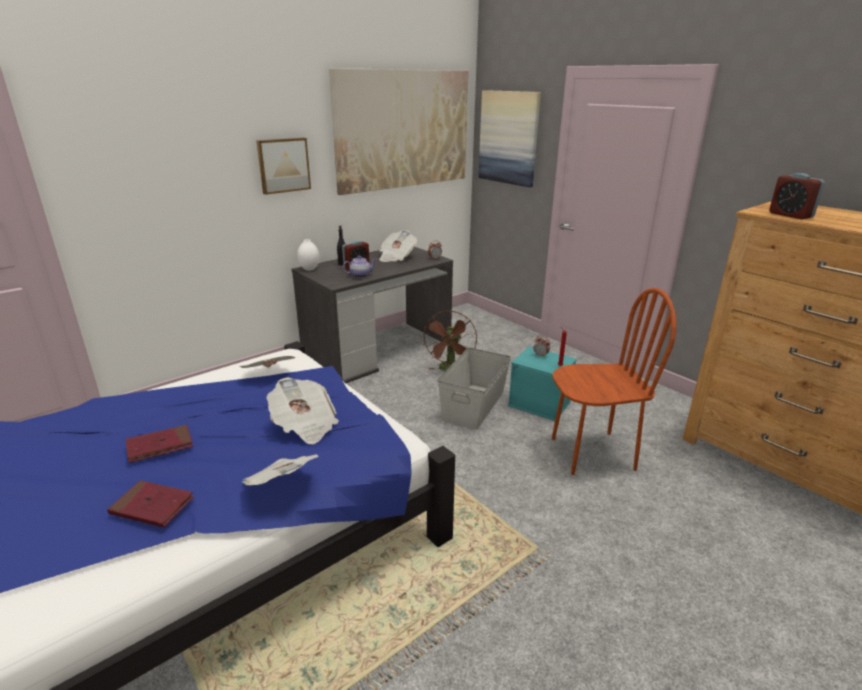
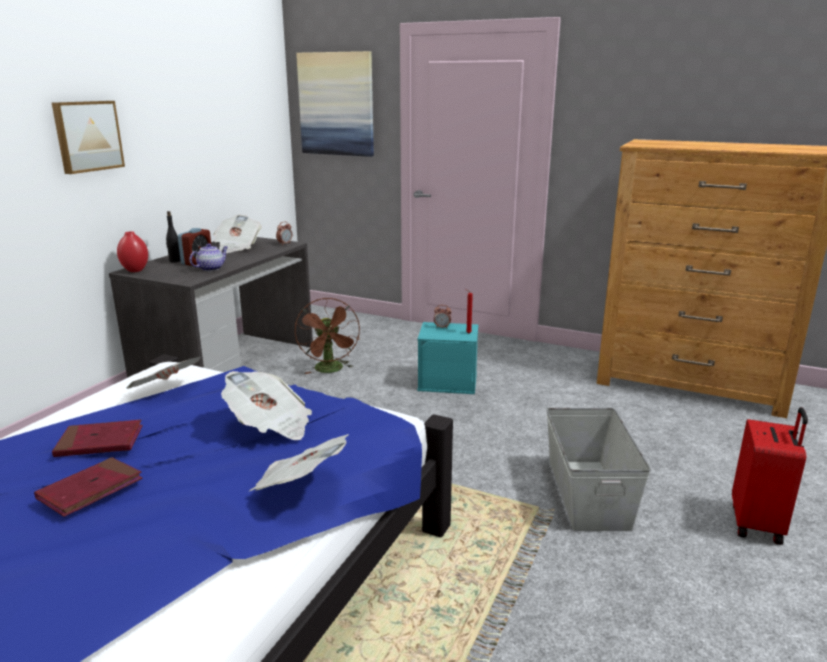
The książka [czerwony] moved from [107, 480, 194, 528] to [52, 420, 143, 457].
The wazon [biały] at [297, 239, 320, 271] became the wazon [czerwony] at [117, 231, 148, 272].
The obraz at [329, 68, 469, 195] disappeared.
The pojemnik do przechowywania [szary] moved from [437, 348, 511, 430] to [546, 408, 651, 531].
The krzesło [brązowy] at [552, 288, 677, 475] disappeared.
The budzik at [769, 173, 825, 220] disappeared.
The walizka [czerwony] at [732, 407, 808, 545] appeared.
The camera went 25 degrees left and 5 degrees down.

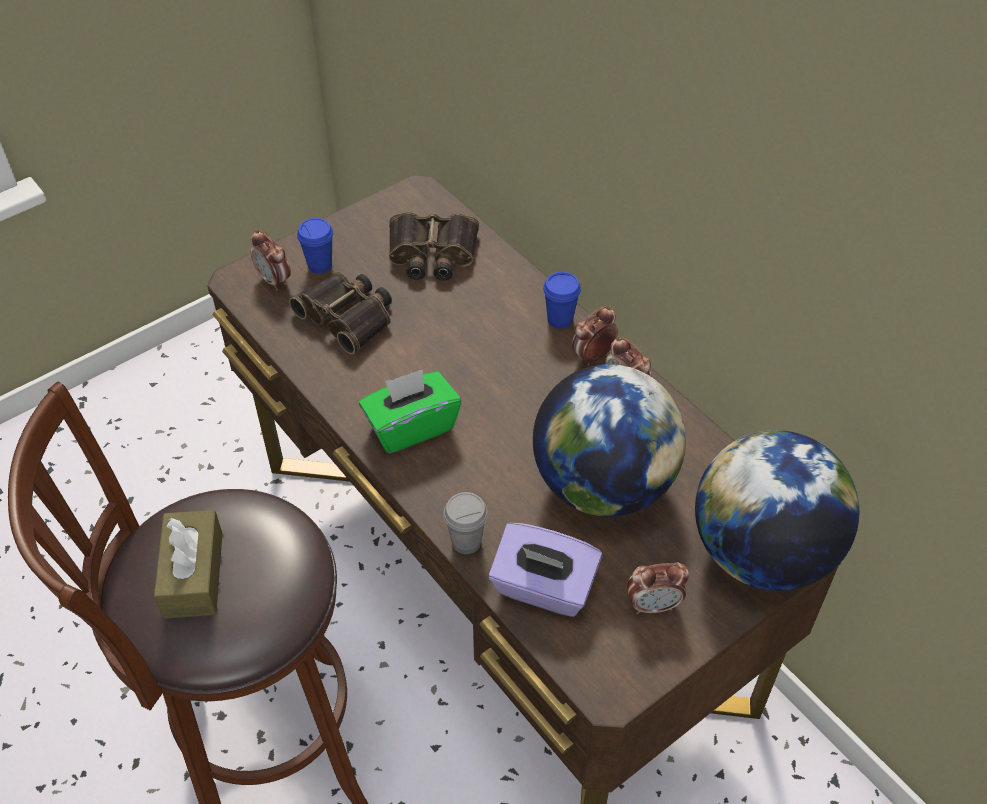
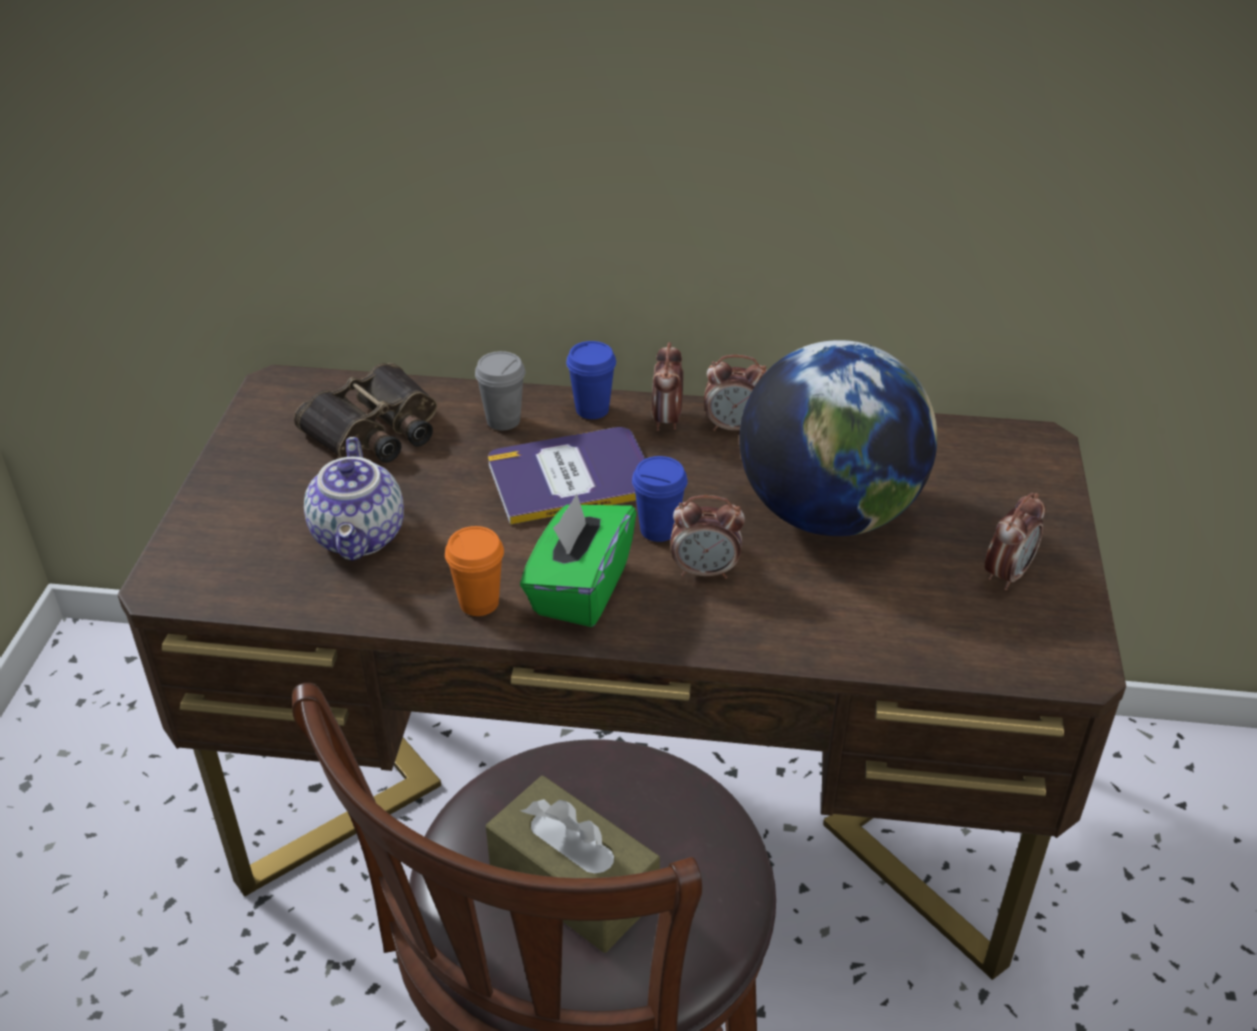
The budzik moved from [250, 229, 291, 290] to [671, 495, 745, 579].
The lornetka at [289, 271, 392, 354] was replaced by the imbryk at [304, 437, 404, 561].
The filiżanka [niebieski] moved from [297, 218, 333, 274] to [632, 456, 688, 542].
The filiżanka [szary] moved from [443, 492, 488, 554] to [475, 351, 525, 430].
The pudełko chusteczek [fioletowy] at [489, 522, 602, 617] disappeared.
The globus at [695, 430, 859, 591] disappeared.
The filiżanka [pomarańczowy] at [445, 526, 504, 616] appeared.
The książka at [488, 427, 645, 525] appeared.
The camera went 45 degrees left and 10 degrees down.

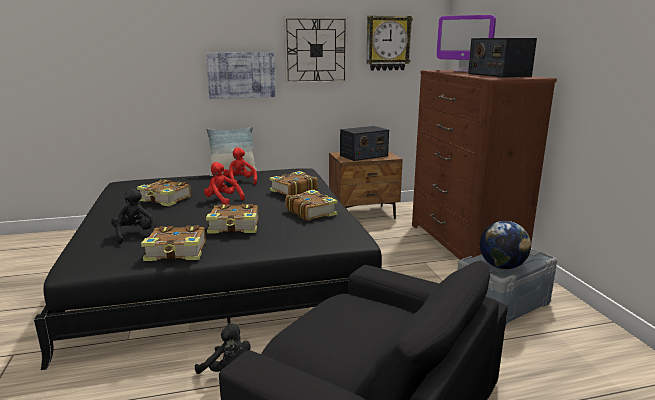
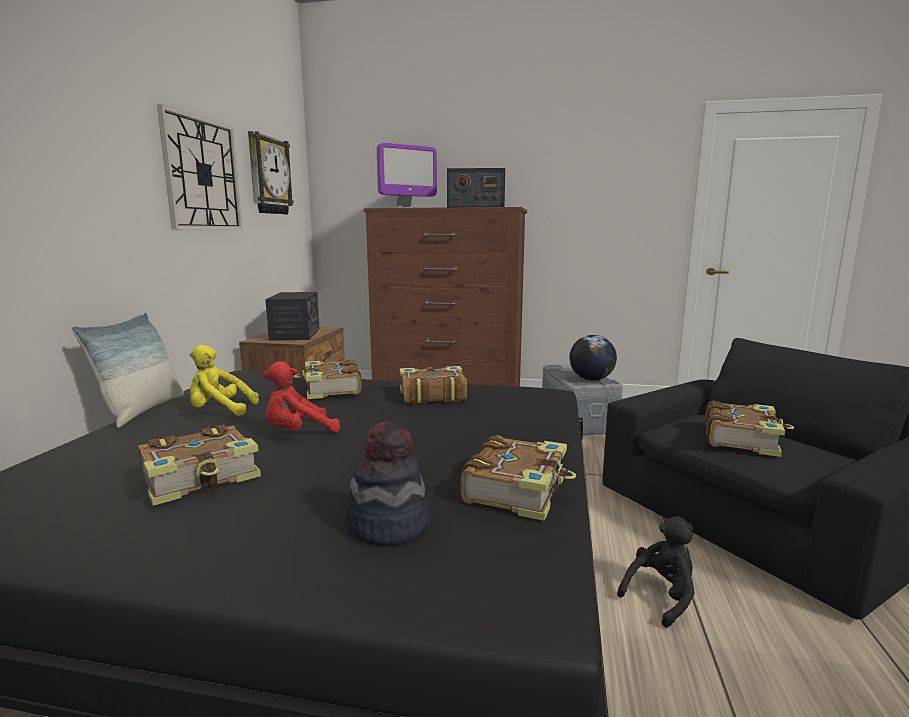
The pluszak [czarny] at [111, 188, 156, 244] was replaced by the kapelusz at [345, 421, 430, 546].
The obraz at [206, 52, 275, 99] disappeared.
The książka moved from [206, 204, 258, 233] to [705, 401, 794, 457].
The pluszak [czerwony] at [223, 147, 257, 185] became the pluszak [żółty] at [190, 345, 259, 416].
The camera went 65 degrees left and 5 degrees down.

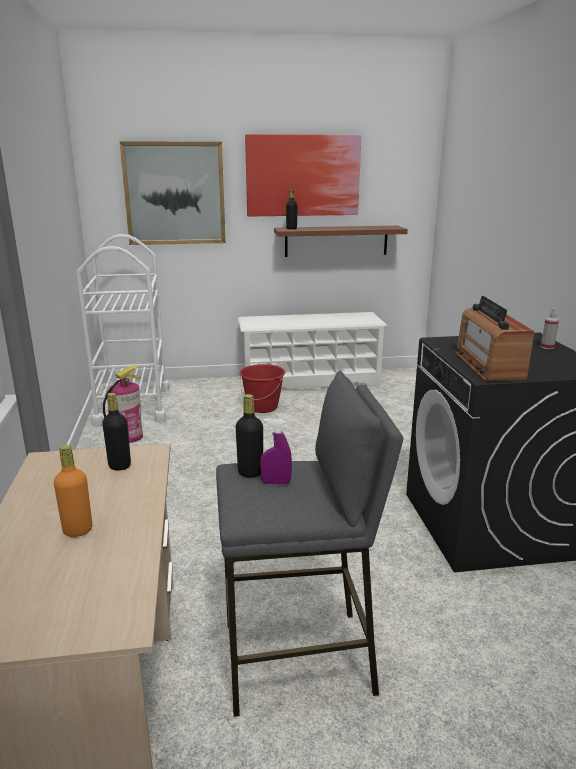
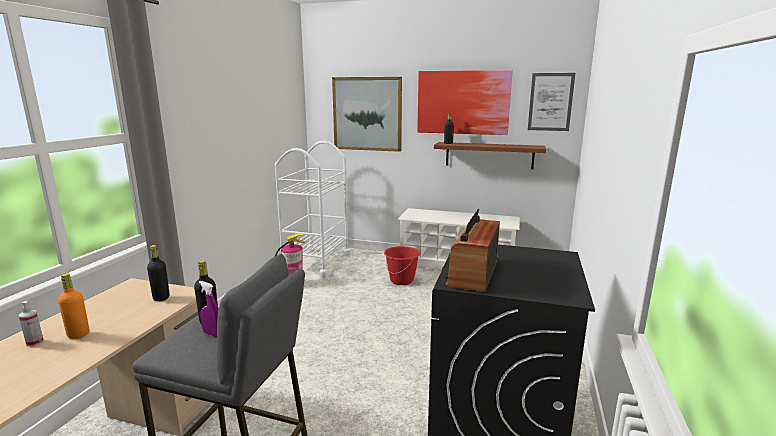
The spryskiwacz moved from [541, 308, 559, 349] to [19, 301, 44, 347].
The obraz at [528, 73, 575, 131] appeared.
The camera went 25 degrees right and 5 degrees down.

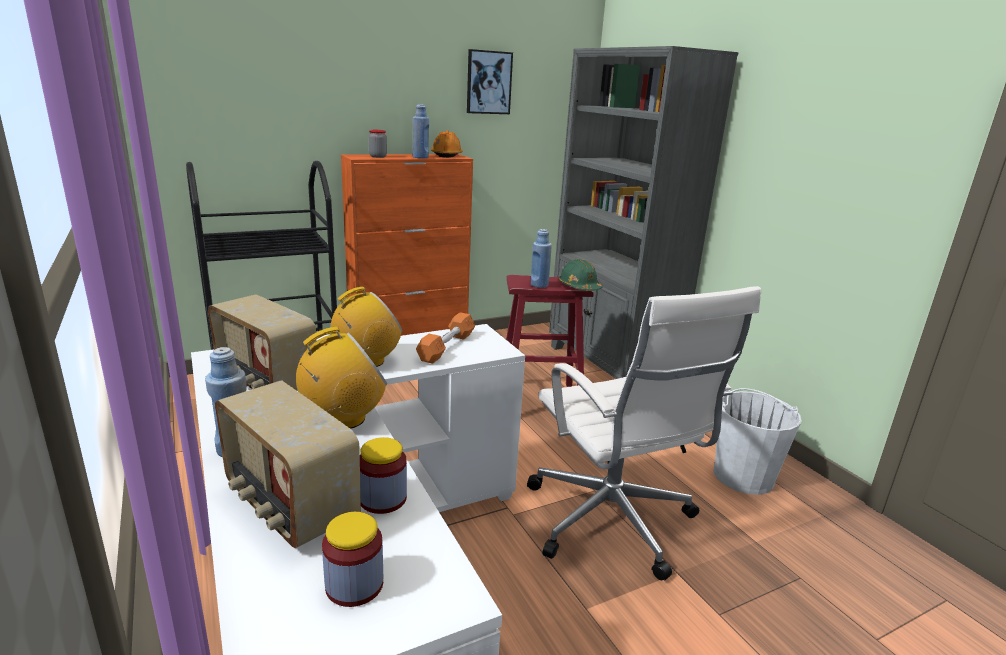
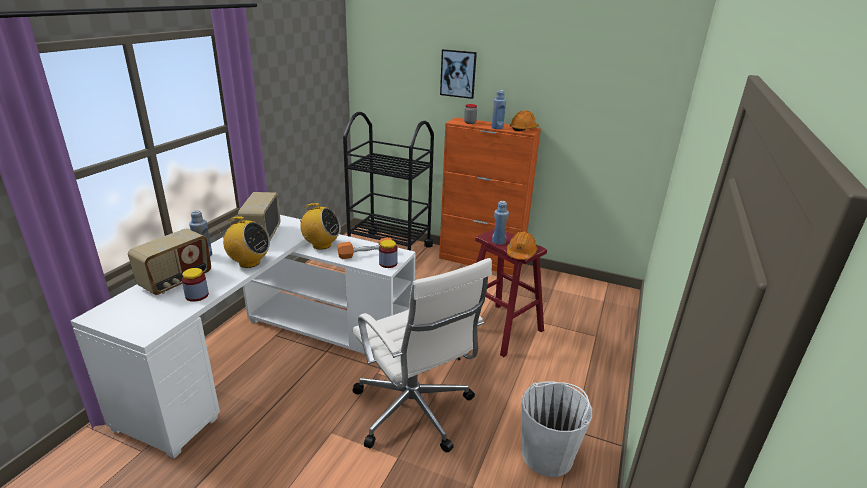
The radio at [215, 380, 361, 548] turned 150 degrees counterclockwise.
The słoik moved from [322, 512, 383, 607] to [379, 240, 398, 268].
The obraz moved from [467, 49, 513, 114] to [440, 49, 477, 99].
The krzesło biurowe [biały] at [527, 286, 762, 581] turned 60 degrees counterclockwise.
The regał [szary] at [549, 46, 739, 379] disappeared.
The kask [zielony] at [559, 259, 602, 291] became the kask [pomarańczowy] at [507, 231, 538, 260].
The camera went 50 degrees right and 5 degrees up.

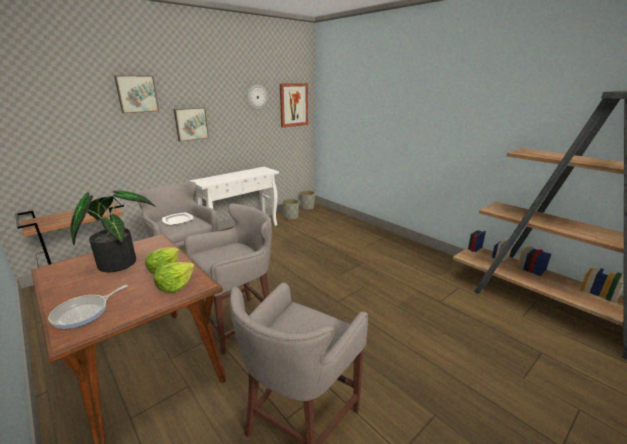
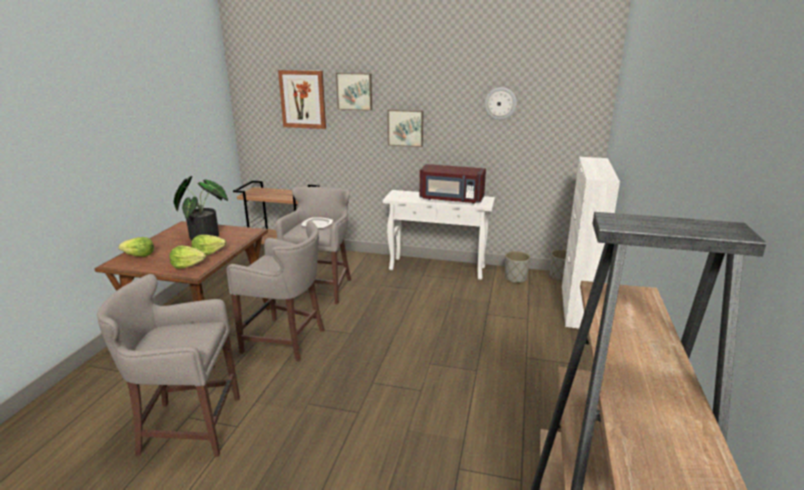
The patelnia at [48, 285, 128, 329] was replaced by the sałata at [118, 237, 154, 257].
The obraz moved from [280, 83, 308, 128] to [278, 70, 326, 129].
The mikrofalówka [czerwony] at [420, 164, 486, 204] appeared.
The szafka [biały] at [562, 157, 620, 328] appeared.
The camera went 55 degrees right and 0 degrees up.

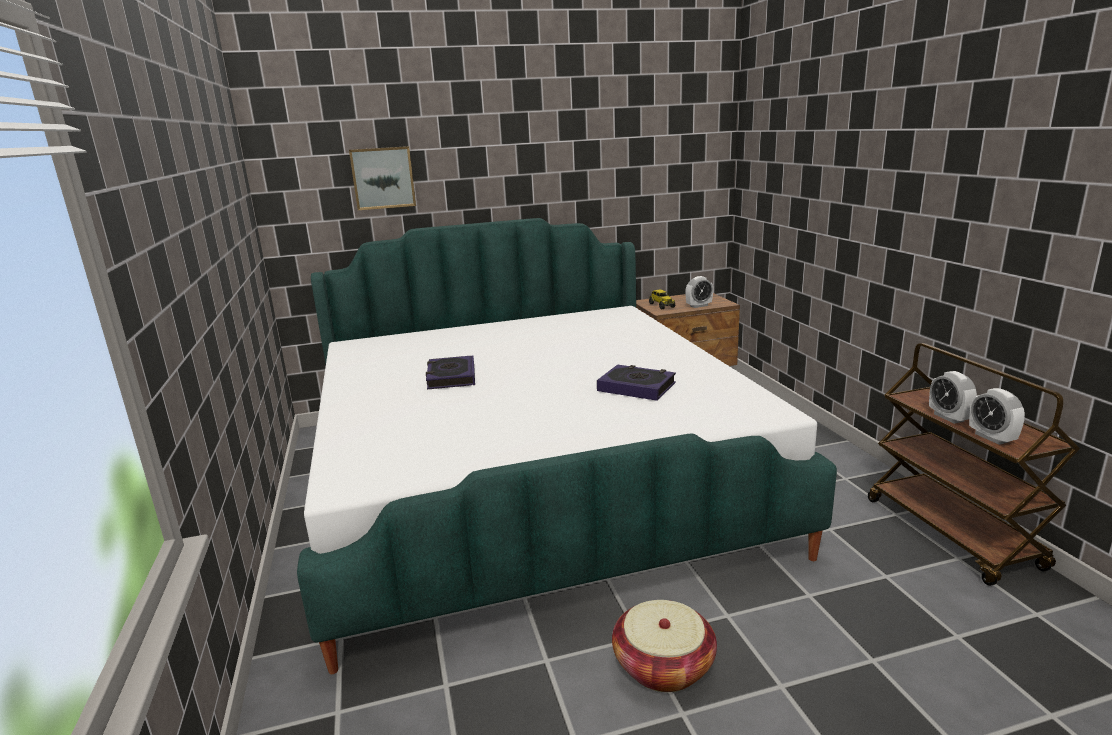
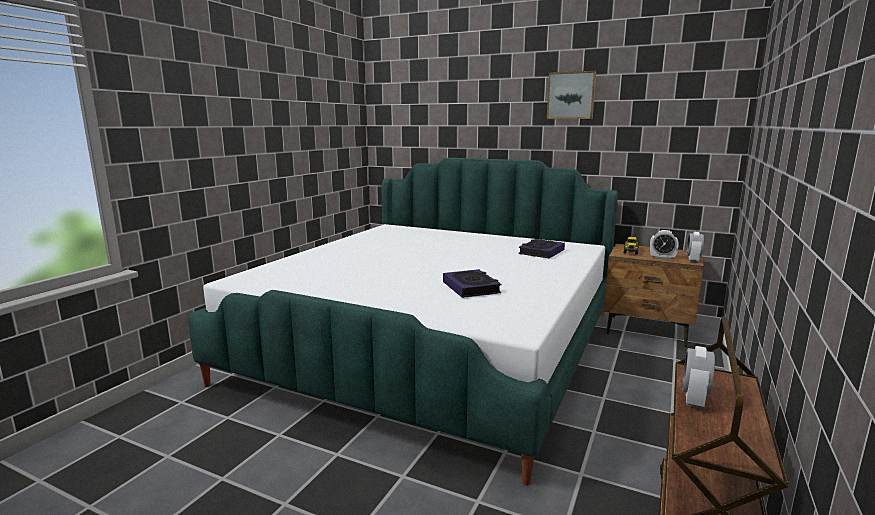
The obraz moved from [349, 146, 416, 210] to [547, 71, 596, 119].
The książka moved from [426, 355, 475, 389] to [518, 239, 565, 259].
The koszyk at [612, 600, 717, 692] disappeared.
The budzik moved from [969, 388, 1025, 445] to [687, 232, 704, 263].
The camera went 40 degrees right and 5 degrees down.

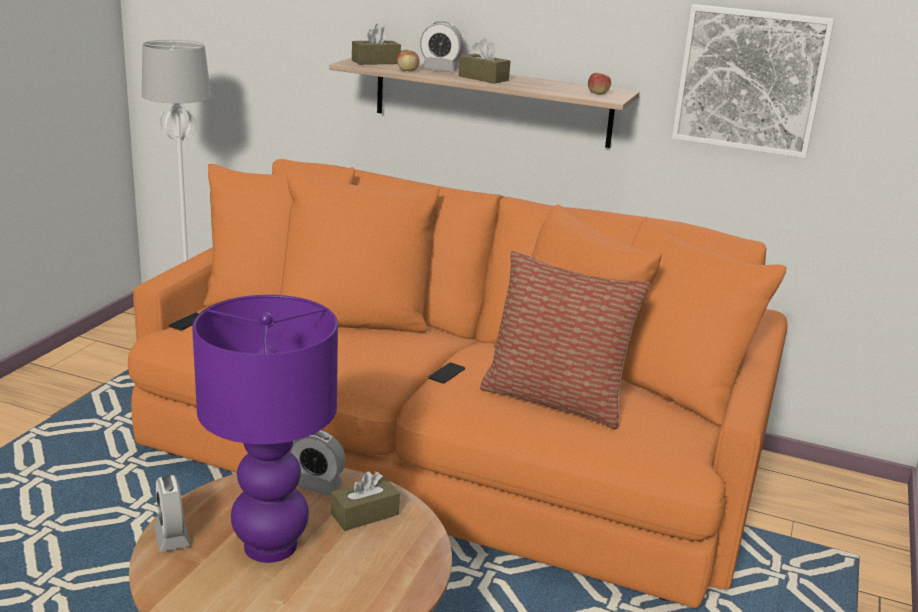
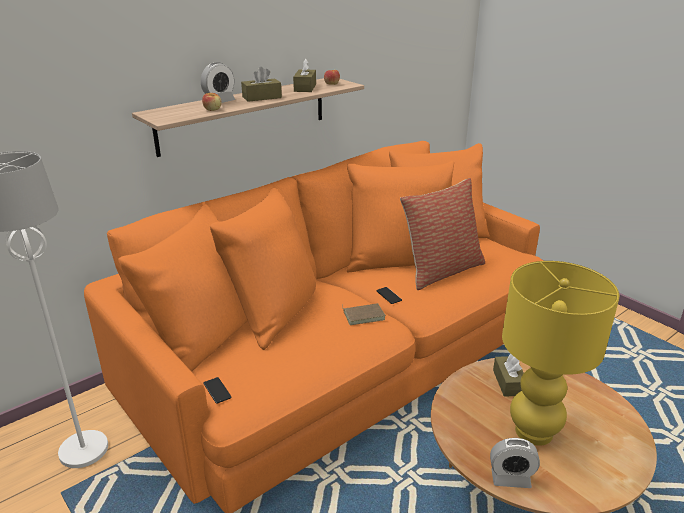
The lampa stołowa [fioletowy] at [192, 295, 338, 563] became the lampa stołowa [żółty] at [502, 261, 619, 446].
The budzik at [290, 430, 346, 496] disappeared.
The pudełko chusteczek [brązowy] moved from [352, 24, 401, 65] to [293, 59, 316, 92].
The obraz at [672, 4, 834, 158] disappeared.
The książka [brązowy] at [342, 303, 386, 325] appeared.
The camera went 60 degrees left and 5 degrees up.

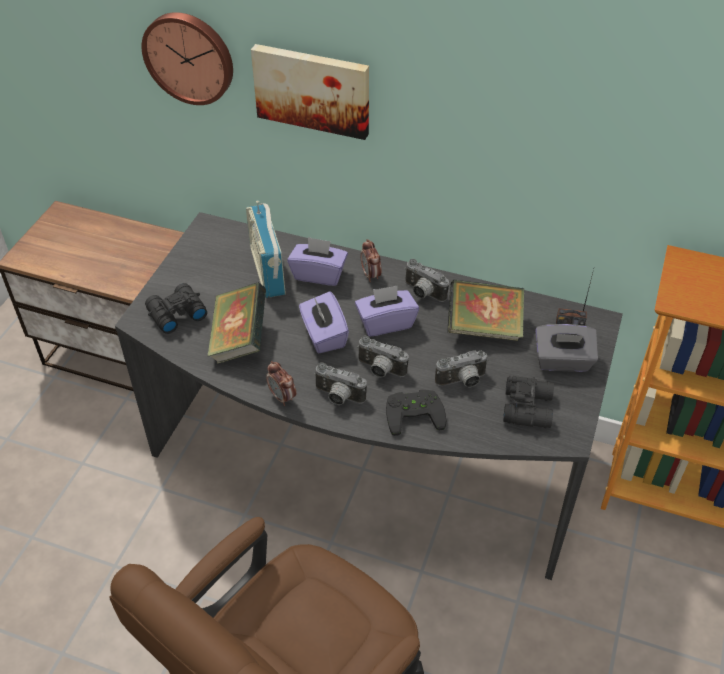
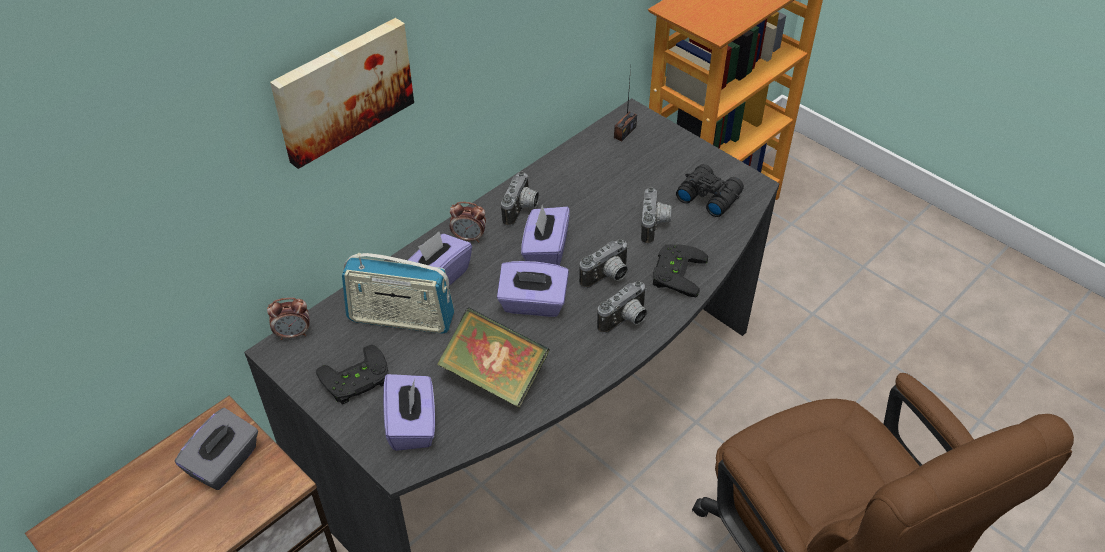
The zegar ścienny at [142, 12, 233, 105] disappeared.
The lornetka [czarny] at [145, 283, 207, 334] was replaced by the pudełko chusteczek [fioletowy] at [383, 374, 435, 451].
The budzik moved from [266, 361, 296, 406] to [267, 298, 310, 340].
The aparat fotograficzny at [405, 259, 449, 302] turned 45 degrees counterclockwise.
The książka at [447, 280, 524, 341] disappeared.
The pudełko chusteczek [szary] moved from [535, 324, 598, 372] to [175, 408, 258, 490].
The pad do gier [czarny] at [316, 345, 388, 404] appeared.
The camera went 65 degrees left and 0 degrees up.

